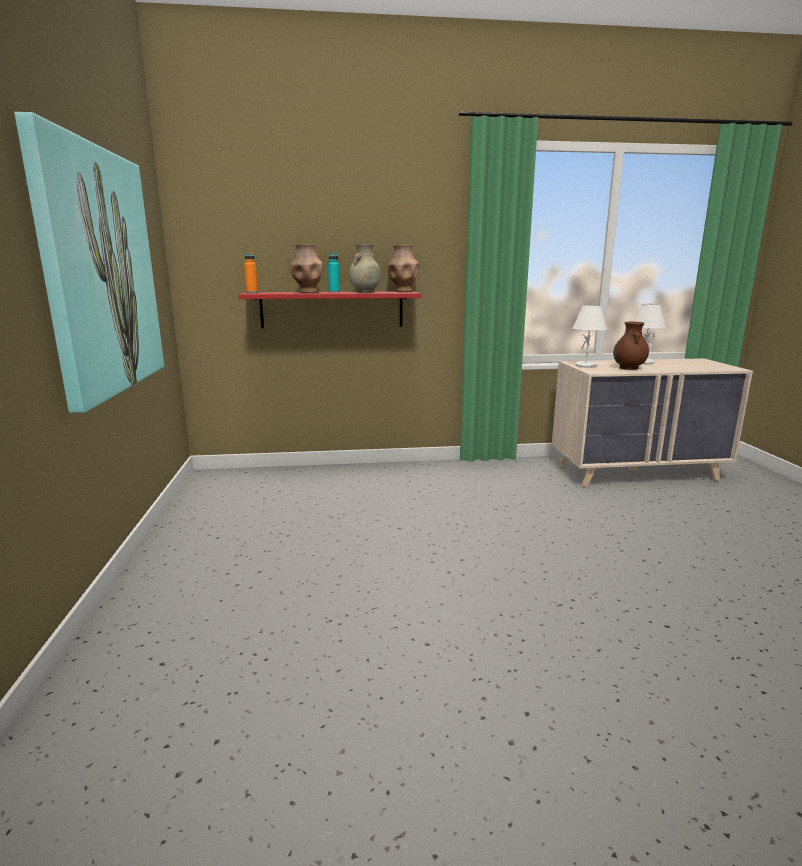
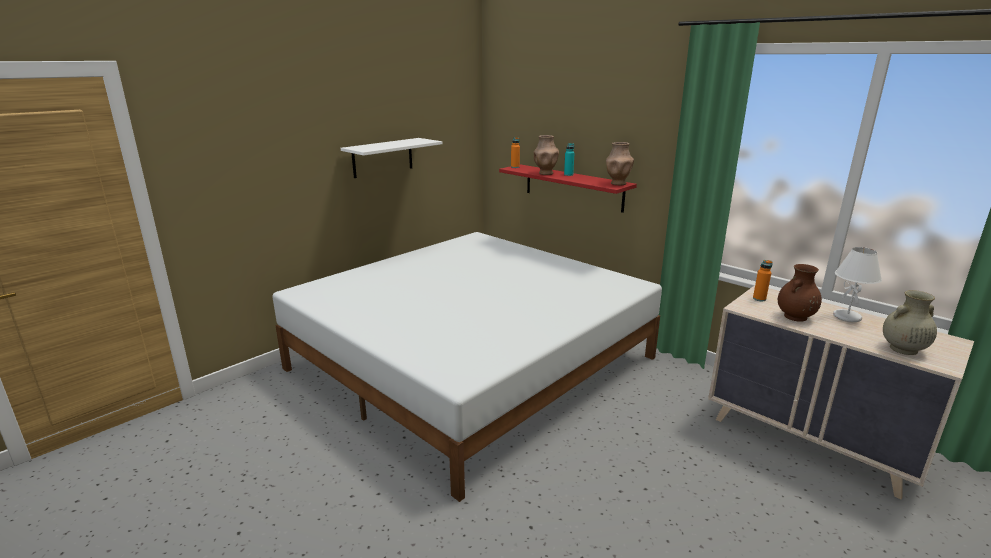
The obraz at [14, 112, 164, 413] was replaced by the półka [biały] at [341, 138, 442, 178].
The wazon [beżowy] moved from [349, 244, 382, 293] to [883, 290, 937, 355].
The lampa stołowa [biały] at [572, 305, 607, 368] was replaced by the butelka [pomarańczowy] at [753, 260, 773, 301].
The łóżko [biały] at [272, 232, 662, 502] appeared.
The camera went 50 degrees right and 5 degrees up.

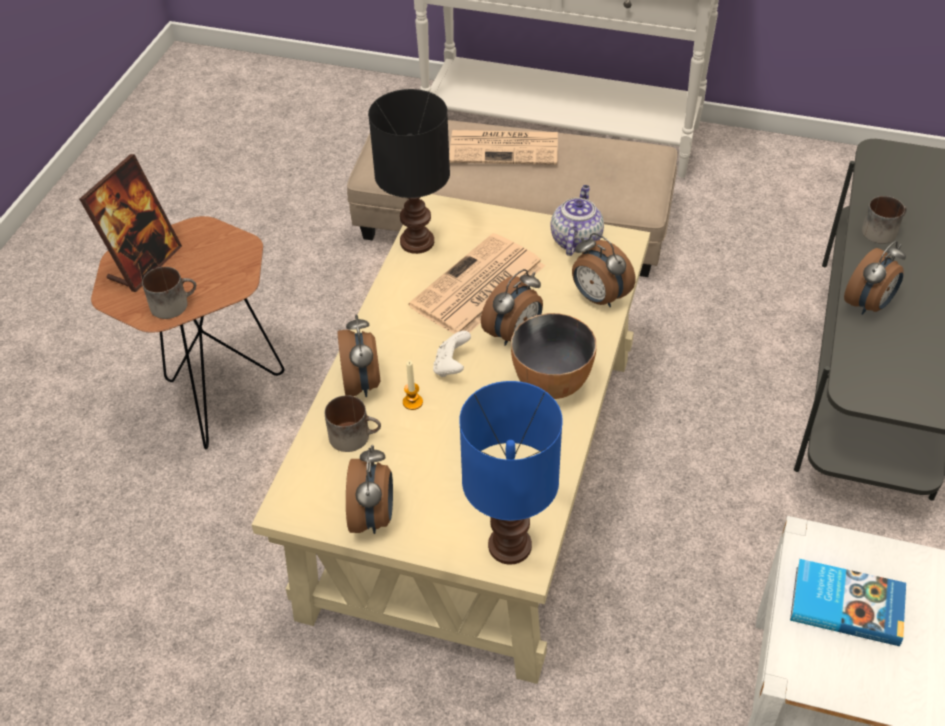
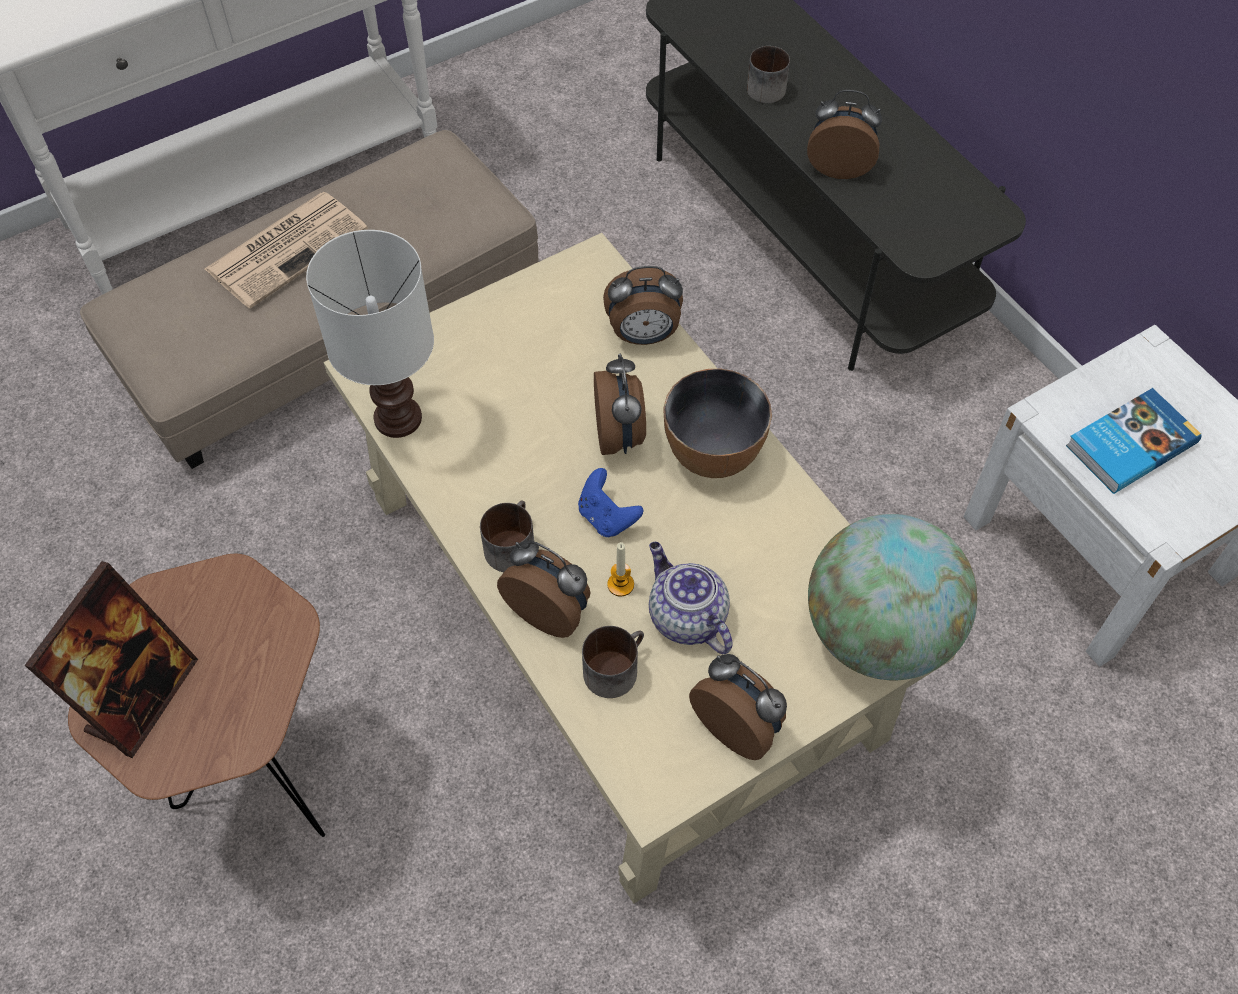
The ramka na zdjęcie at [79, 154, 182, 292] turned 45 degrees clockwise.
The kubek moved from [142, 267, 196, 319] to [480, 501, 534, 572].
The lampa stołowa [czarny] at [368, 89, 450, 254] became the lampa stołowa [biały] at [306, 230, 434, 438].
The gazeta at [409, 233, 545, 334] disappeared.
The pad do gier [biały] at [433, 331, 471, 377] became the pad do gier [niebieski] at [578, 468, 643, 537].
The lampa stołowa [niebieski] at [459, 381, 563, 564] was replaced by the globus at [808, 514, 977, 680].
The imbryk moved from [550, 185, 604, 256] to [649, 542, 733, 654].
The budzik at [844, 241, 906, 315] turned 75 degrees counterclockwise.
The camera went 50 degrees left and 10 degrees up.

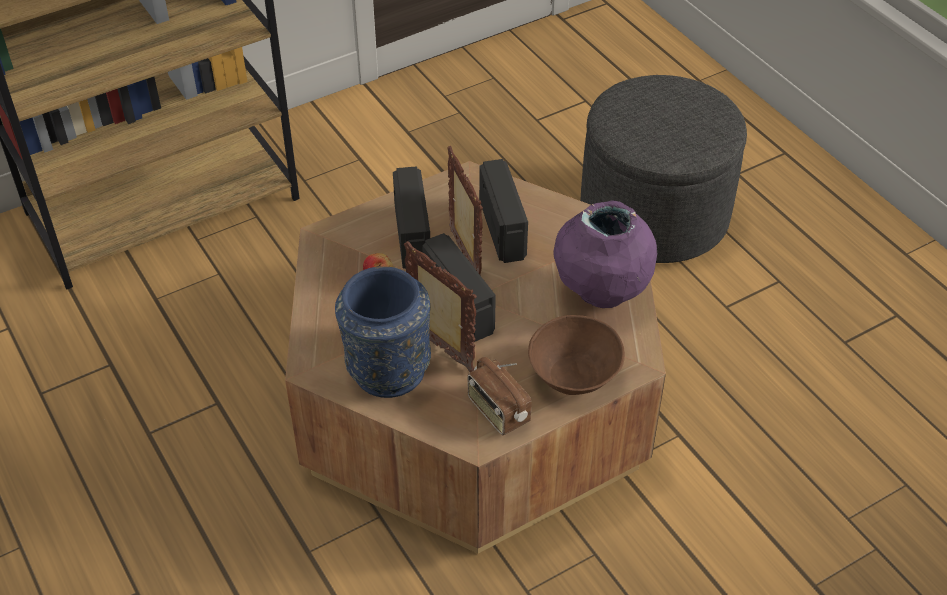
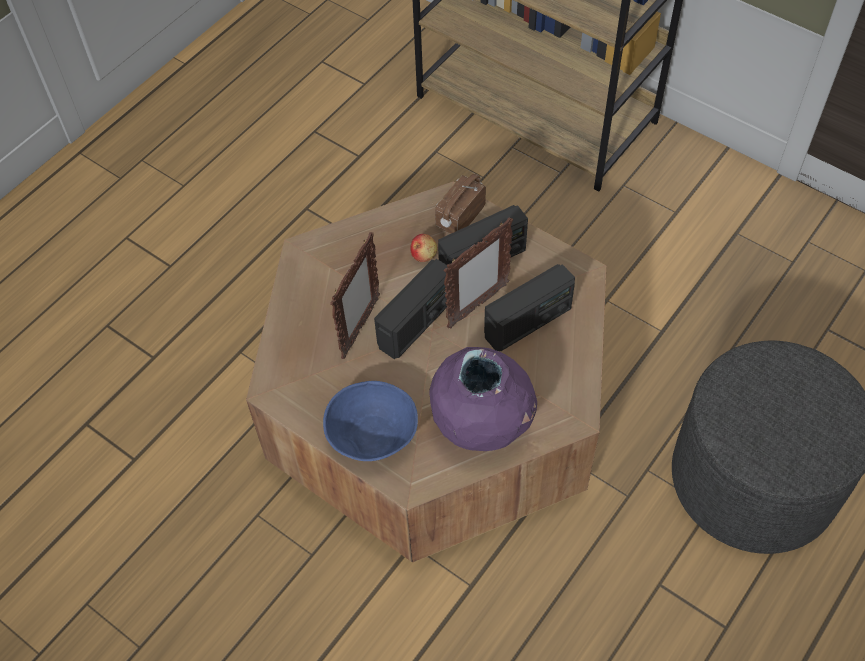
The wazon [niebieski] at [335, 266, 431, 398] disappeared.
The radio moved from [468, 357, 532, 435] to [435, 174, 486, 234].
The miska [brązowy] at [528, 315, 625, 395] became the miska [niebieski] at [323, 381, 418, 461].
The camera went 70 degrees right and 10 degrees up.

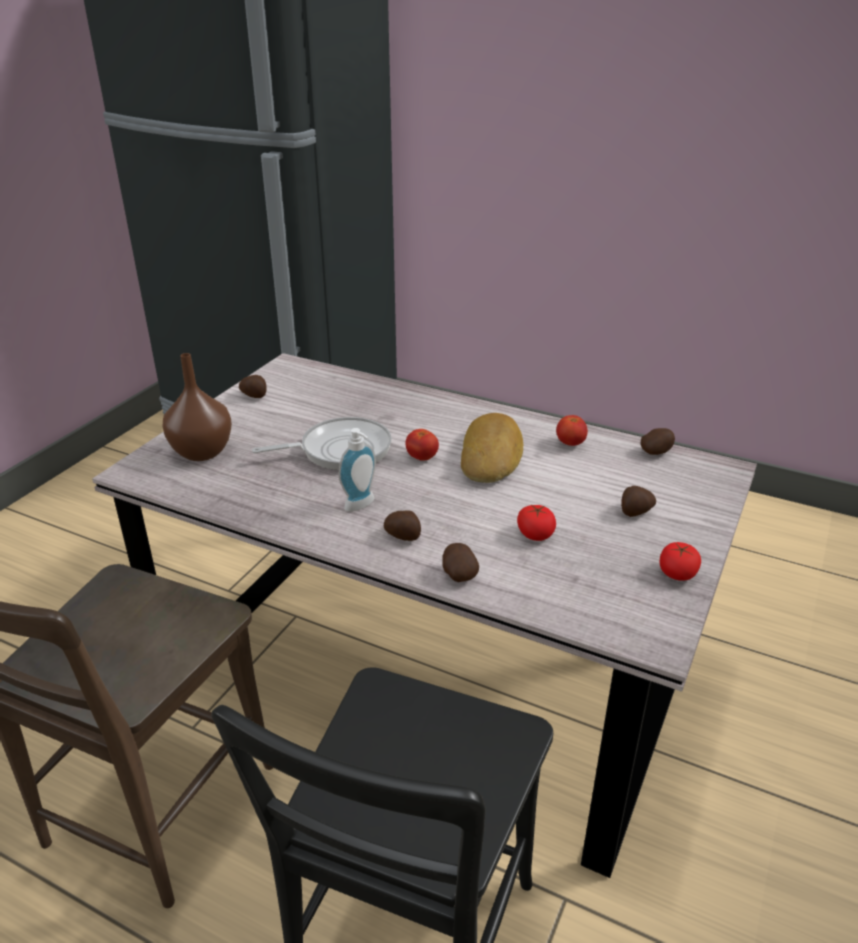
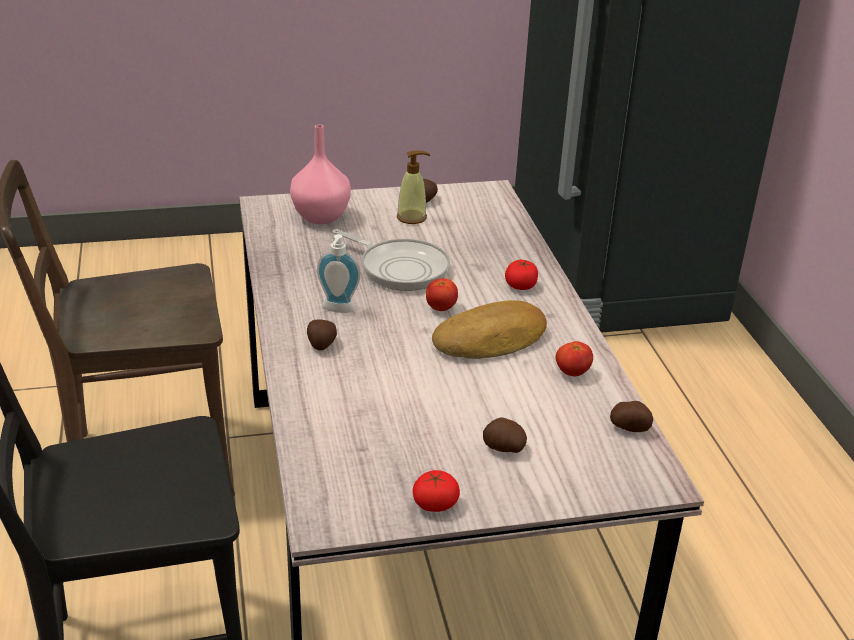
The wazon [brązowy] at [162, 353, 232, 461] became the wazon [różowy] at [290, 125, 351, 224].
The ziemniak at [442, 543, 479, 582] disappeared.
The pomidor moved from [517, 505, 556, 541] to [505, 260, 538, 290].
The dozownik mydła at [397, 151, 430, 224] appeared.
The camera went 50 degrees right and 0 degrees up.

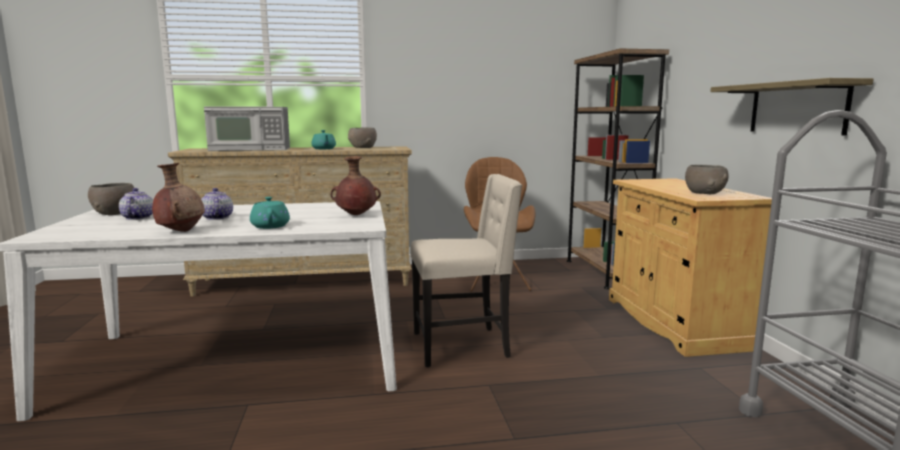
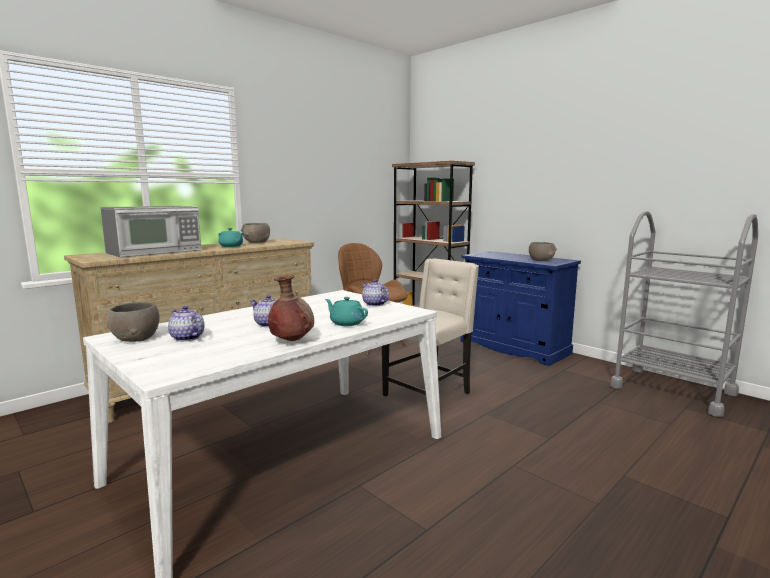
The wazon [brązowy] at [331, 156, 381, 215] was replaced by the imbryk at [362, 279, 389, 306].
The szafka [beżowy] at [609, 178, 772, 357] became the szafka [niebieski] at [461, 251, 581, 366].
The półka at [710, 78, 873, 135] disappeared.
The camera went 35 degrees left and 0 degrees up.

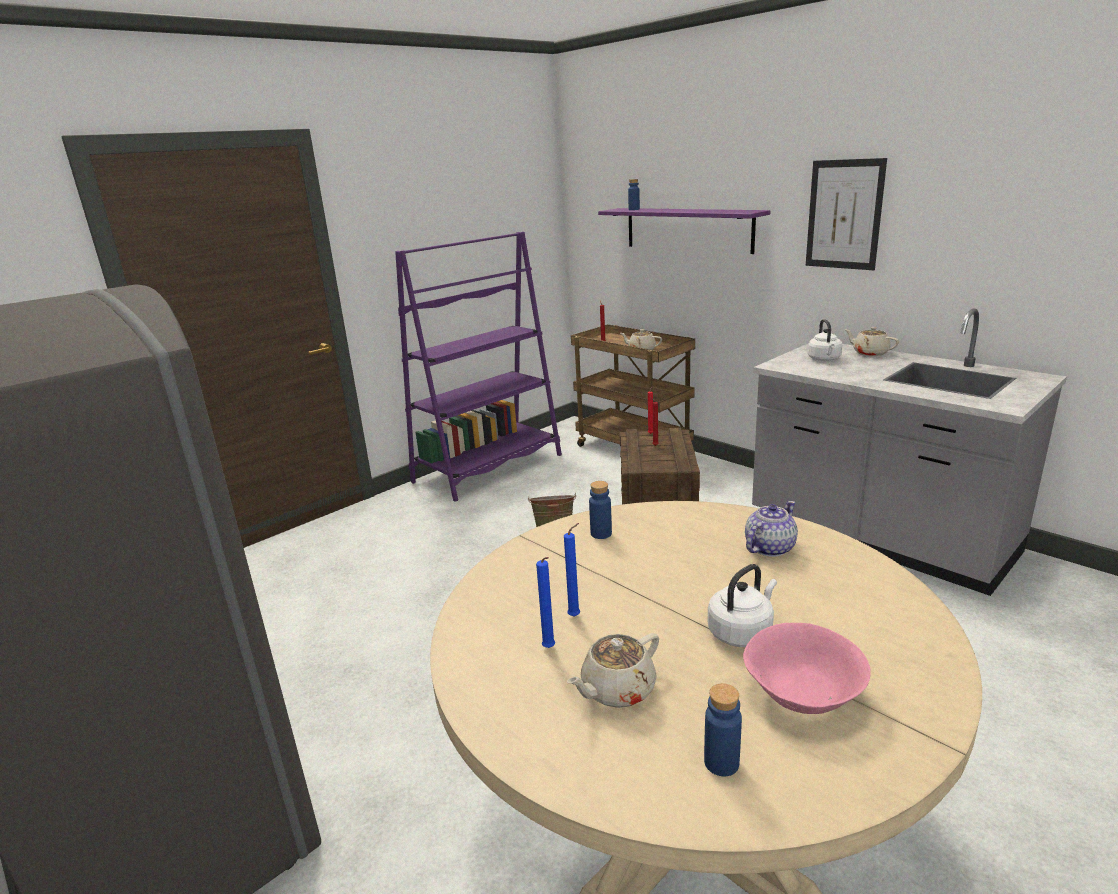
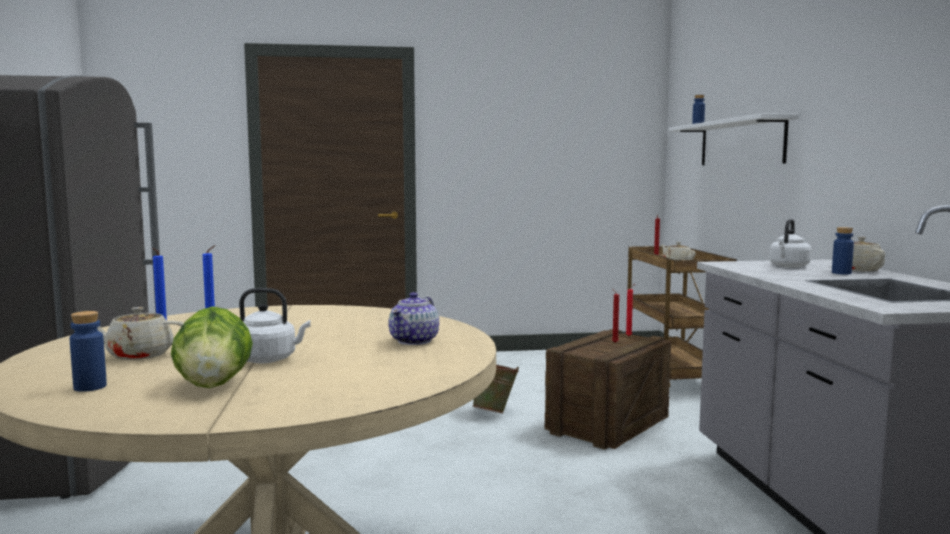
The regał [fioletowy] at [395, 232, 562, 502] disappeared.
The butelka [niebieski] moved from [589, 481, 612, 539] to [832, 227, 854, 275].
The półka [fioletowy] at [598, 208, 770, 254] became the półka [biały] at [669, 113, 799, 165].
The miska [różowy] at [743, 623, 871, 714] was replaced by the sałata at [171, 306, 253, 388].
The imbryk at [745, 501, 798, 557] turned 120 degrees clockwise.
The obraz at [806, 158, 887, 270] disappeared.
The camera went 35 degrees right and 15 degrees down.

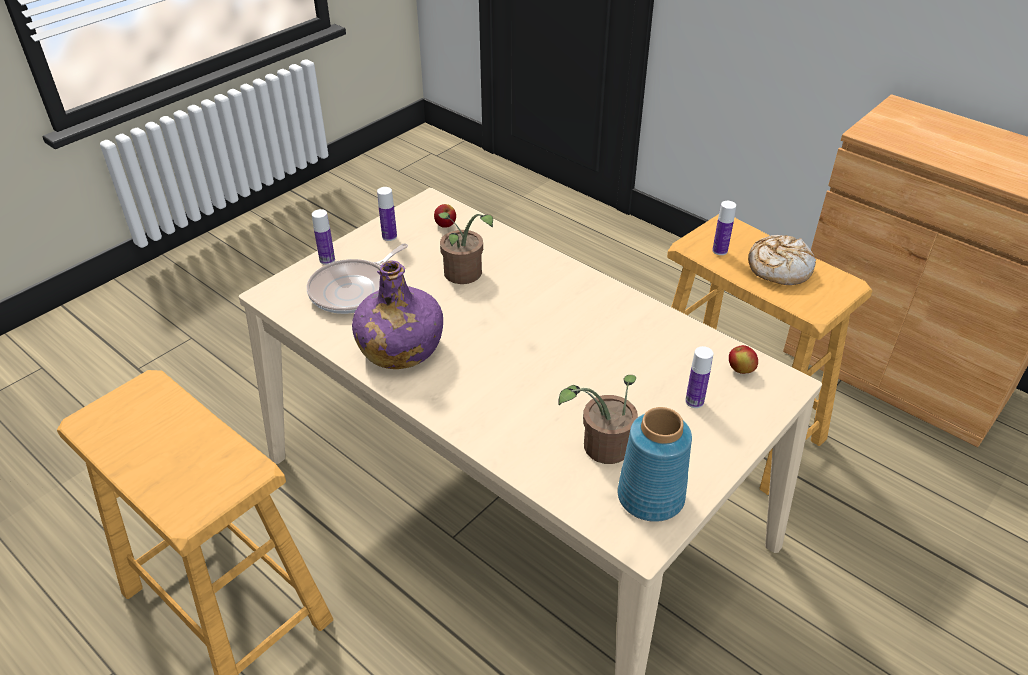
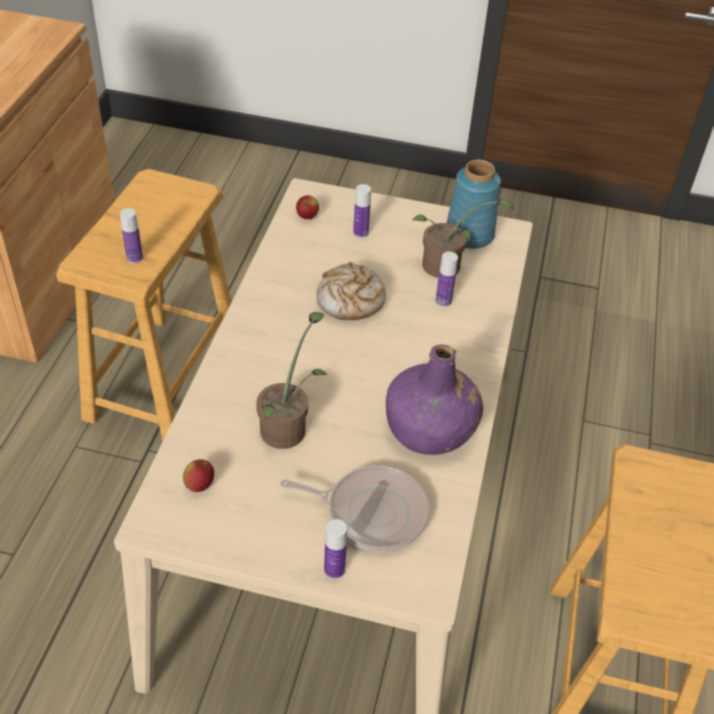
The butelka moved from [377, 187, 397, 241] to [435, 252, 458, 307].
The chleb moved from [748, 235, 816, 285] to [316, 262, 386, 320].
The camera went 120 degrees left and 5 degrees up.

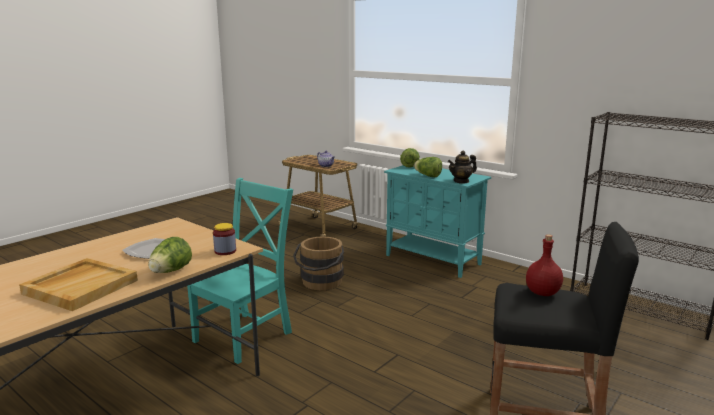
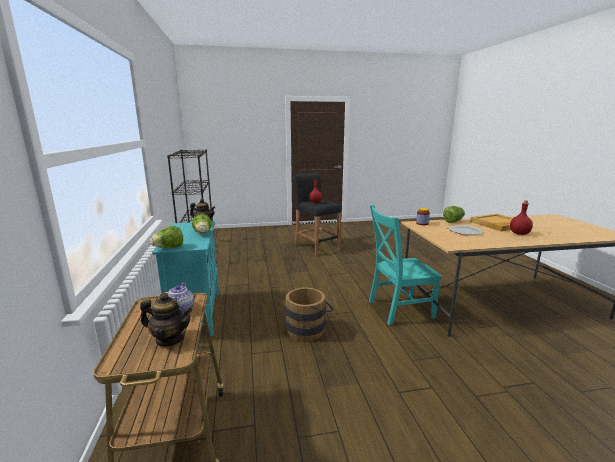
The imbryk at [140, 293, 192, 346] appeared.
The butelka [czerwony] at [510, 201, 533, 235] appeared.
The camera went 140 degrees left and 0 degrees up.

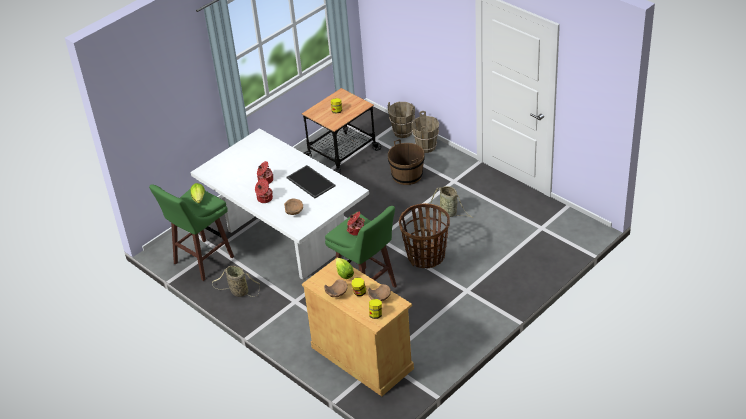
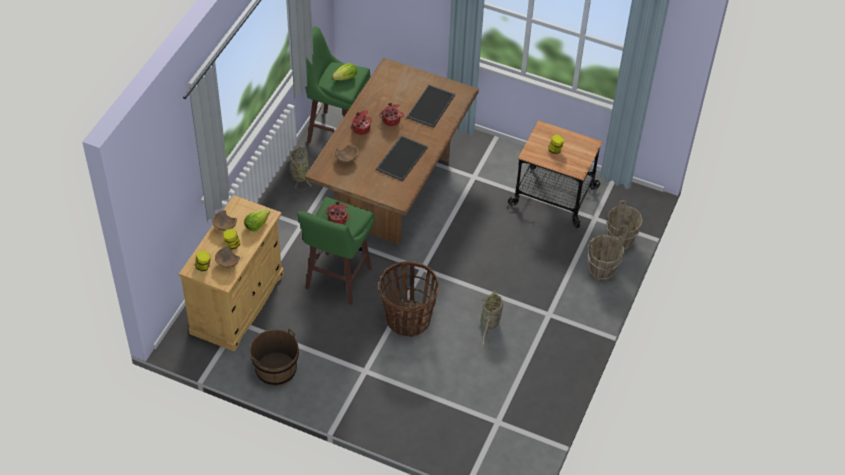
The stół jadalny [biały] at [190, 128, 369, 280] became the stół jadalny [brązowy] at [305, 58, 479, 244].
The wiadro [brązowy] moved from [388, 139, 425, 185] to [250, 328, 299, 386].
The taca at [407, 85, 455, 128] appeared.
The camera went 65 degrees right and 10 degrees up.

